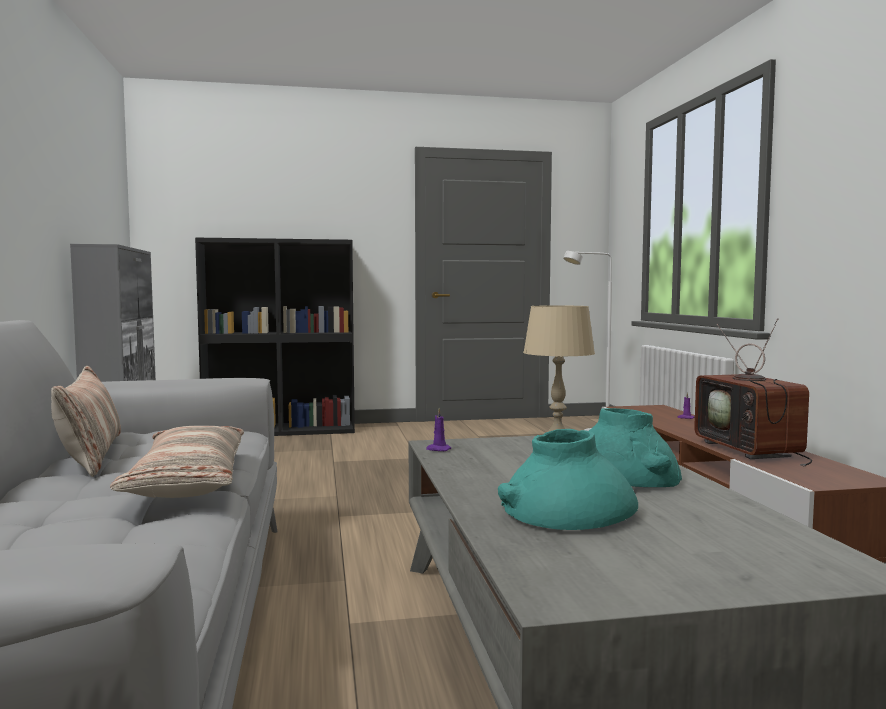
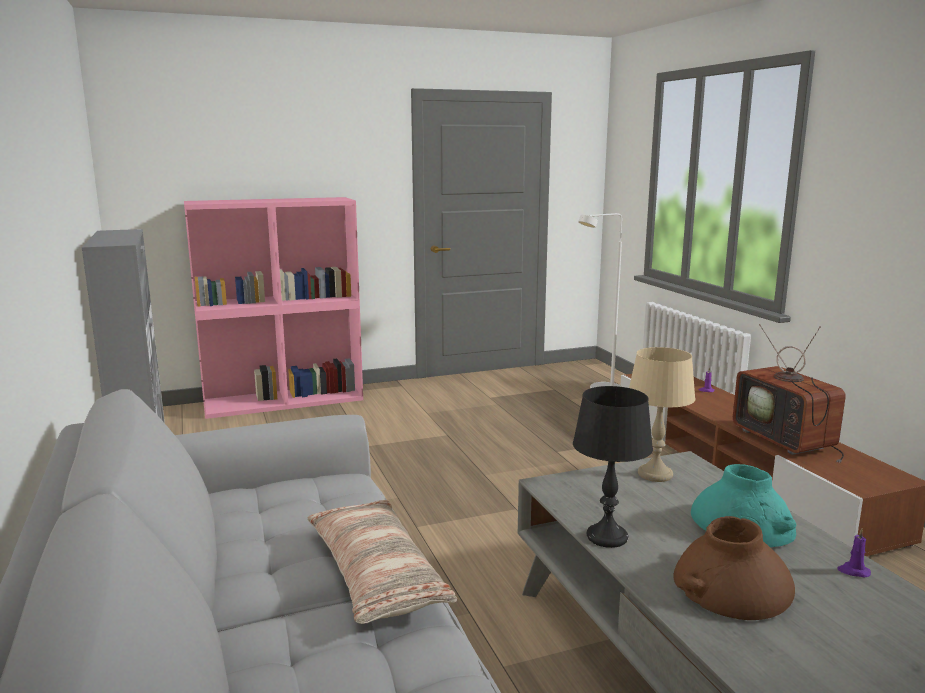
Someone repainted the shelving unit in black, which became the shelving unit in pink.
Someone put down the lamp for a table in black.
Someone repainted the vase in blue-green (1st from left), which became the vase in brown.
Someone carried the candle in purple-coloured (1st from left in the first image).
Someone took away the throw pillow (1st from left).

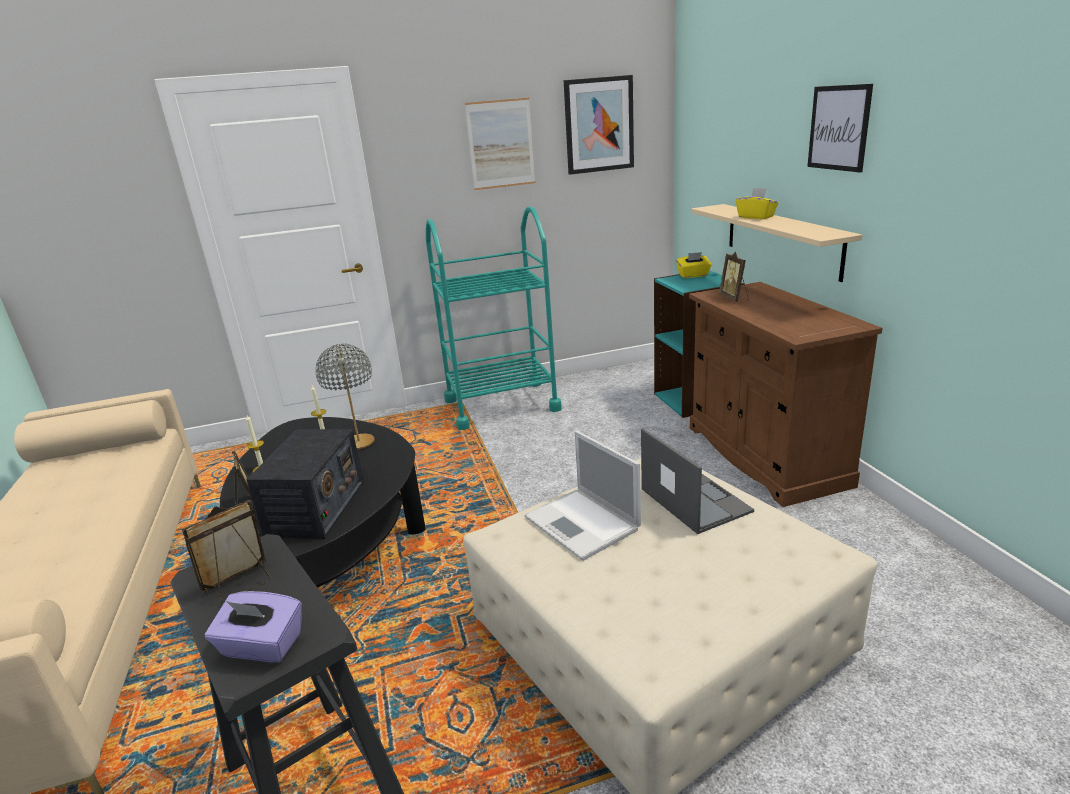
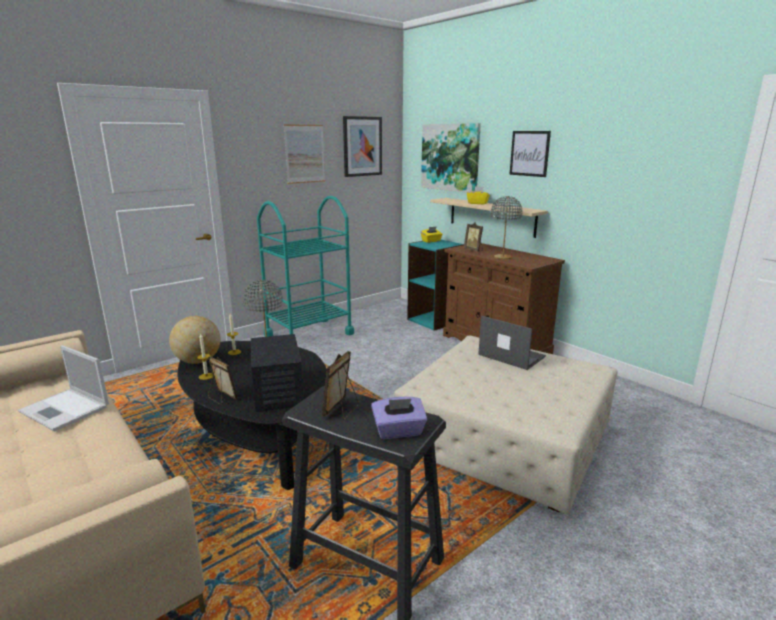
Someone carried the laptop (1st from left).
Someone put down the globe.
Someone put up the wall art (3rd from left).
Someone put down the lamp for a table in gray (2nd from left).

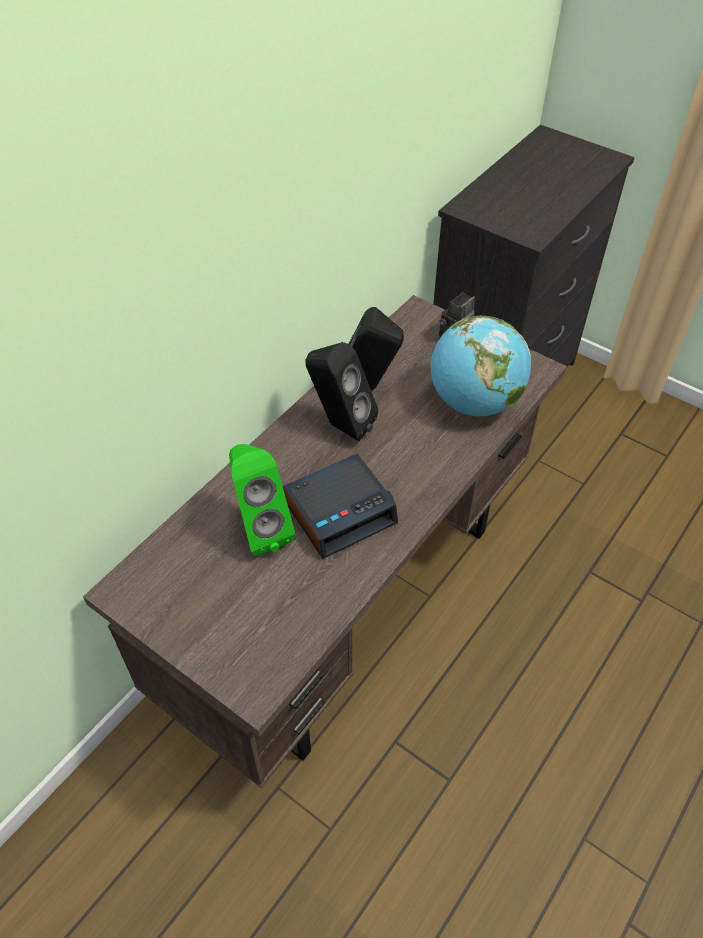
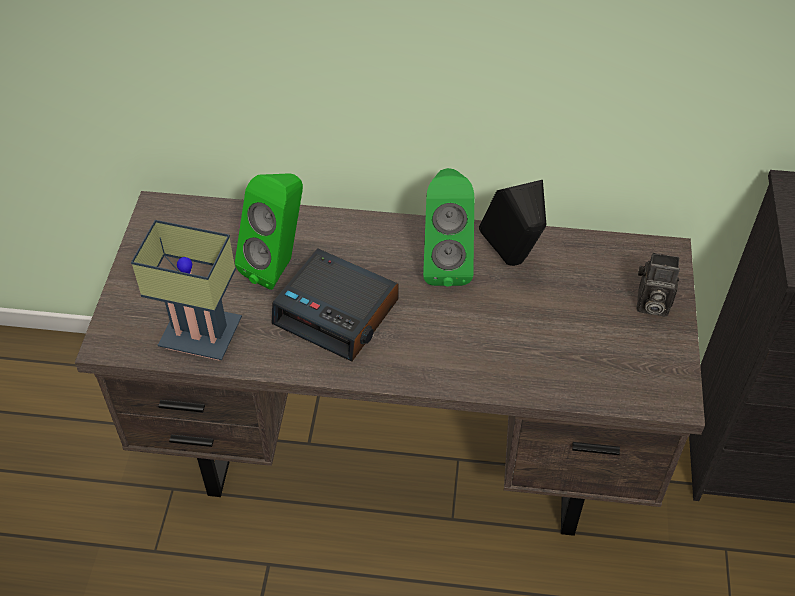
Someone put down the lamp for a table.
Someone repainted the audio speaker in black (1st from left), which became the audio speaker in green-coloured (2nd from left).
Someone took away the globe.

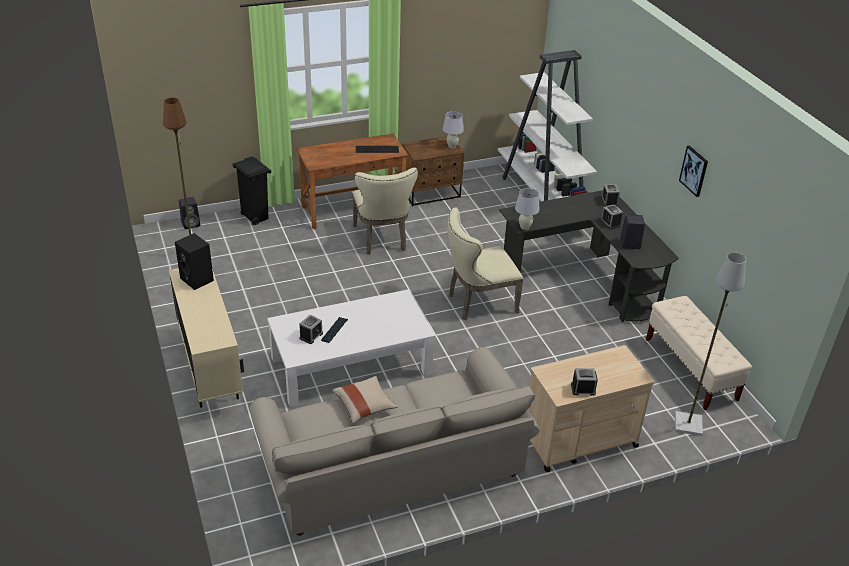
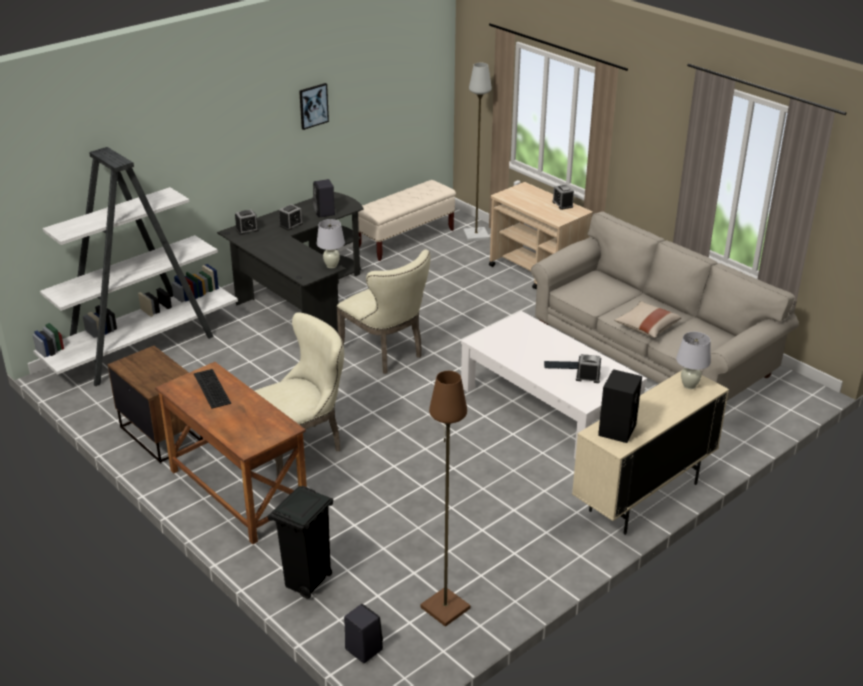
Someone carried the lamp for a table in white-coloured (1st from left in the first image).

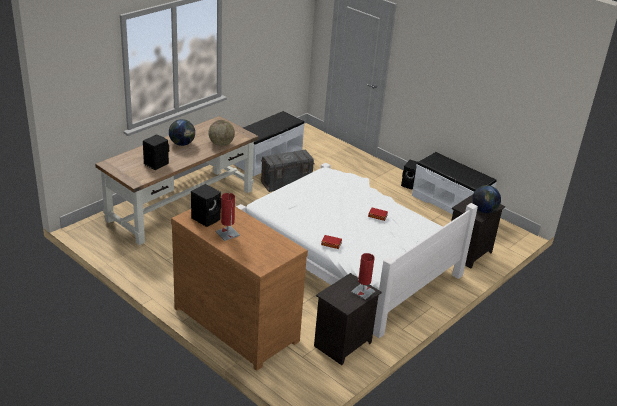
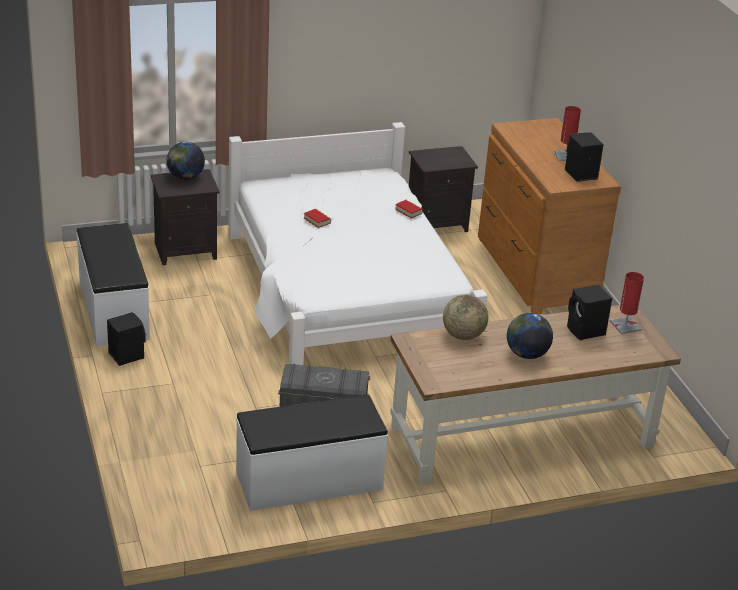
Someone carried the lamp for a table in red (2nd from left).

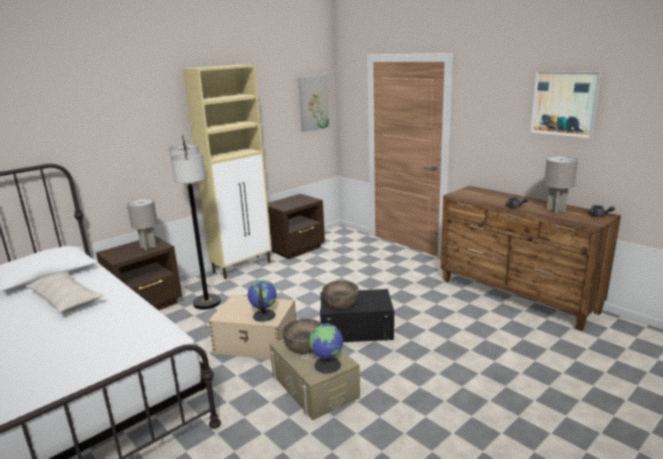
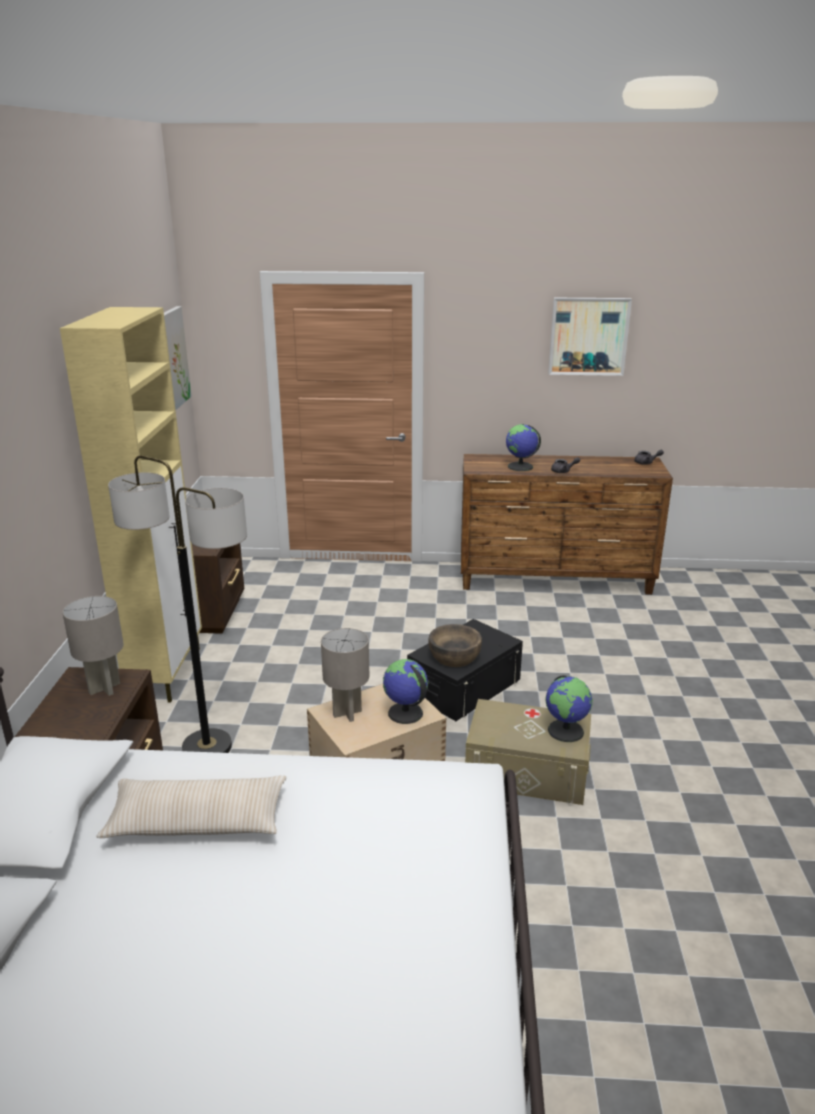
Someone carried the lamp for a table in gray (2nd from left).
Someone put down the globe (2nd from left).
Someone took away the serving bowl in brown (1st from left).

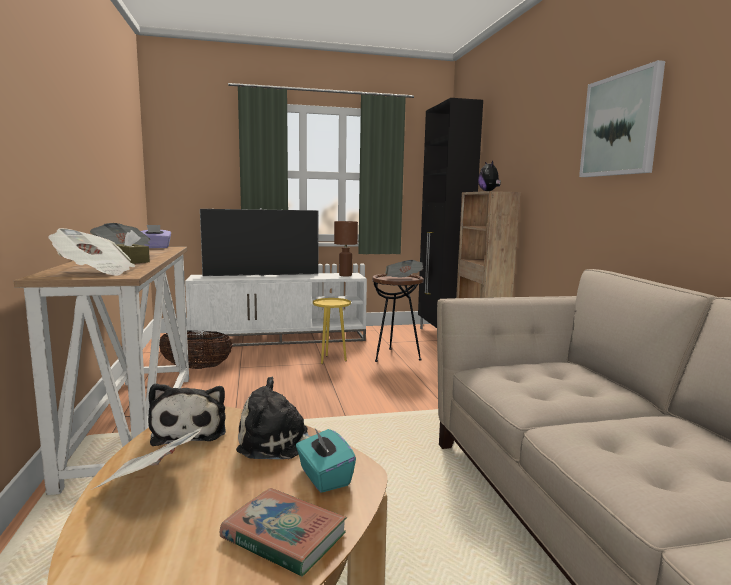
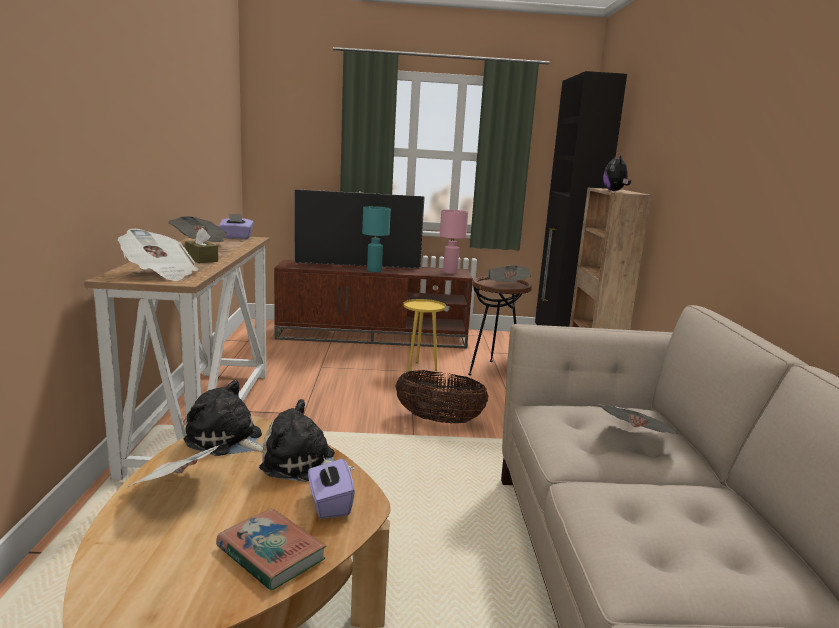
Someone rotated the soft toy (1st from left) by 120 degrees clockwise.
Someone repainted the media console in white-coloured, which became the media console in brown.
Someone repainted the box of tissues in blue-green, which became the box of tissues in purple-coloured (2nd from left).
Someone put down the lamp for a table in blue-green.
Someone carried the basket.
Someone repainted the lamp for a table in brown, which became the lamp for a table in pink.
Someone put down the newspaper (5th from left).
Someone took away the wall art.

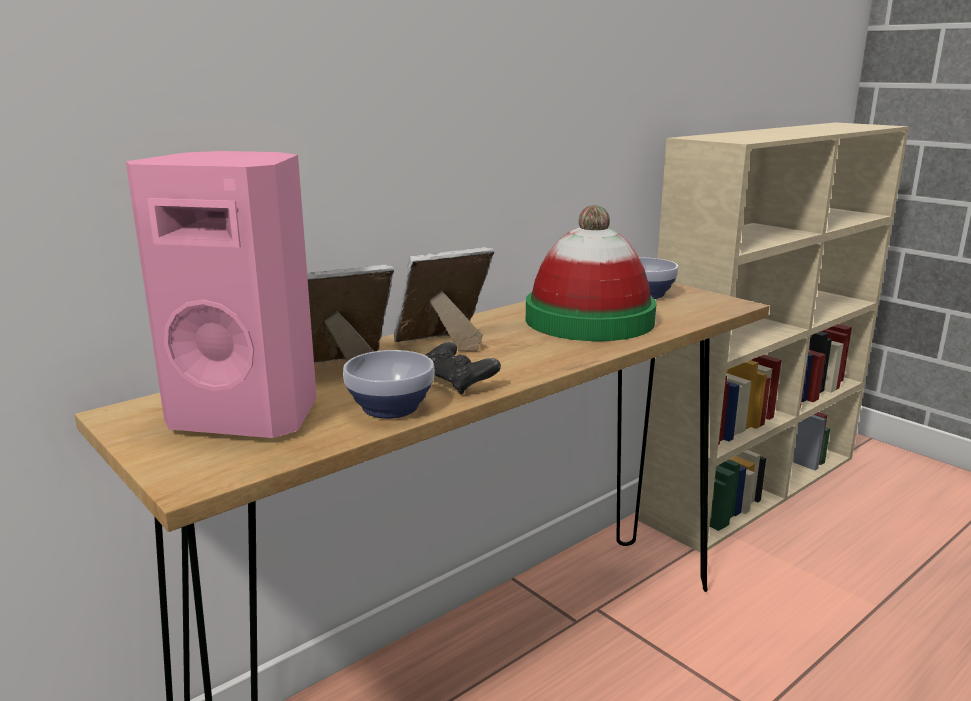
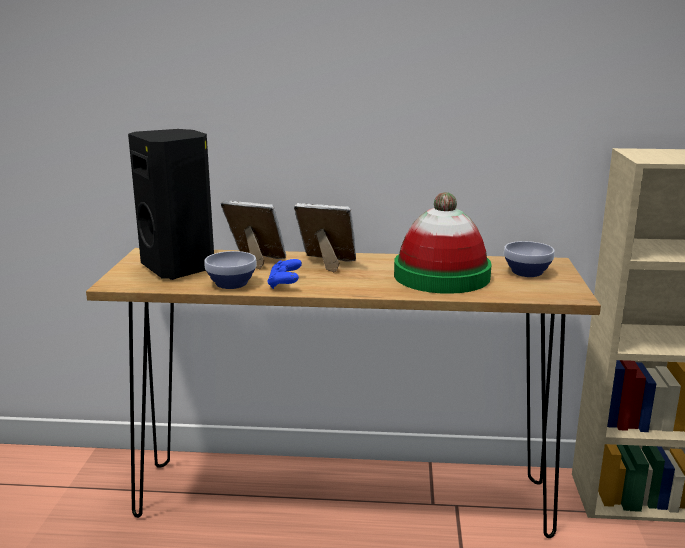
Someone repainted the audio speaker in pink, which became the audio speaker in black.
Someone repainted the game controller in black, which became the game controller in blue.

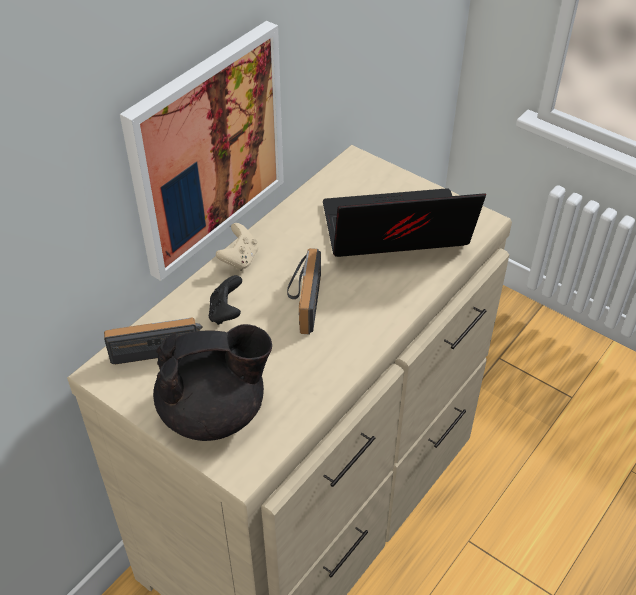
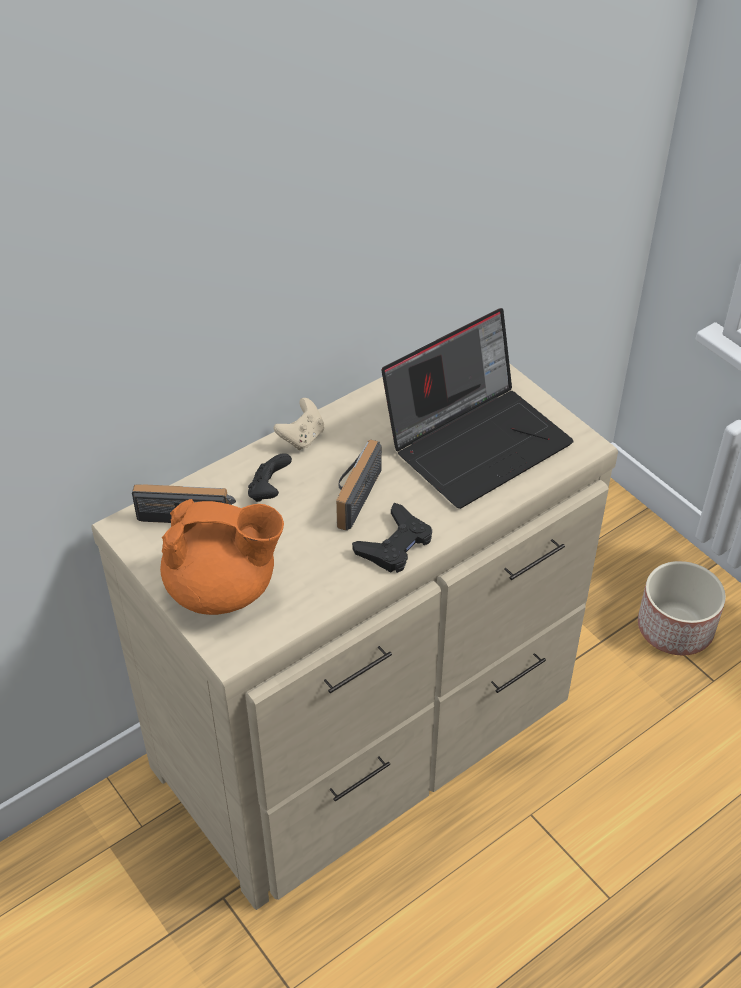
Someone repainted the teapot in black, which became the teapot in orange-coloured.
Someone put down the game controller in black (2nd from left).
Someone rotated the laptop by 135 degrees clockwise.
Someone put down the plant pot.
Someone took away the wall art.

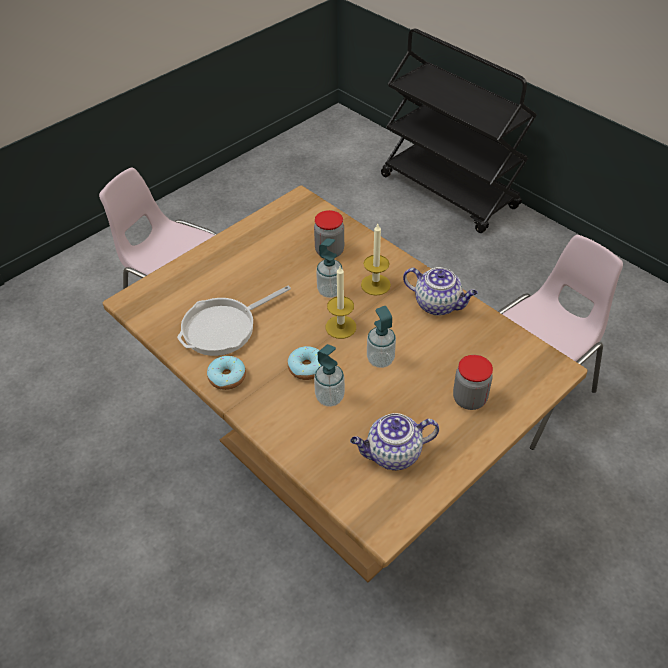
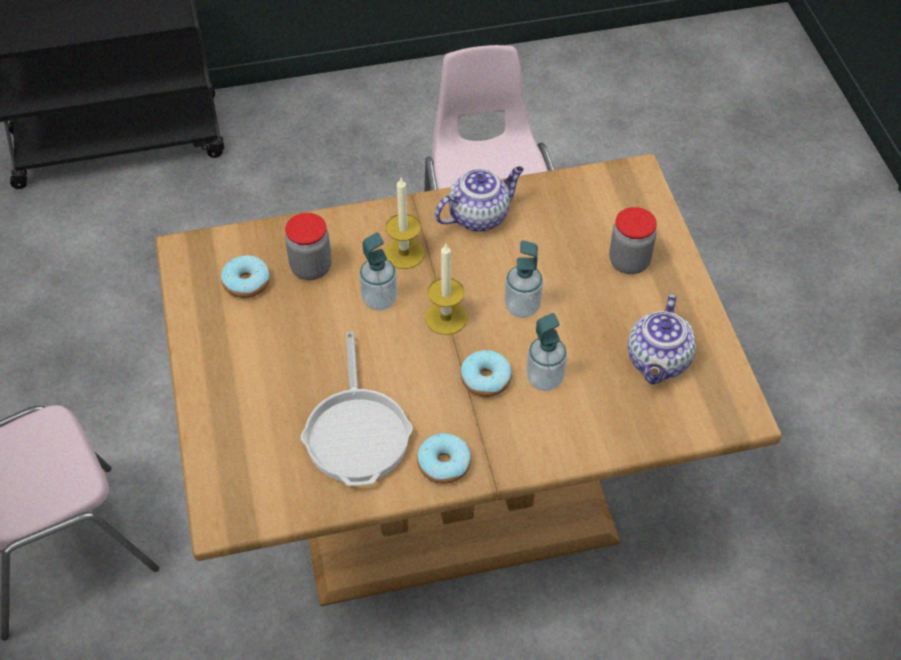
Someone put down the donut (1st from left).

